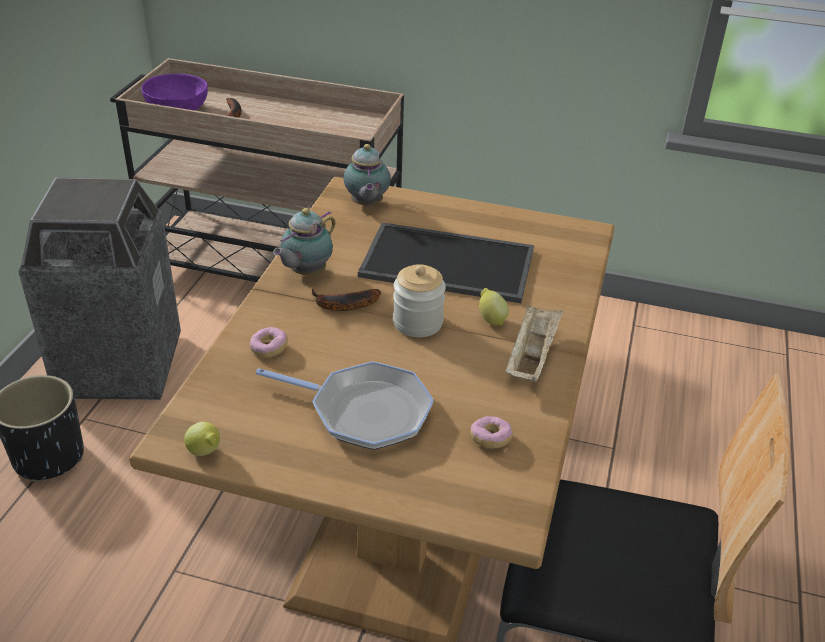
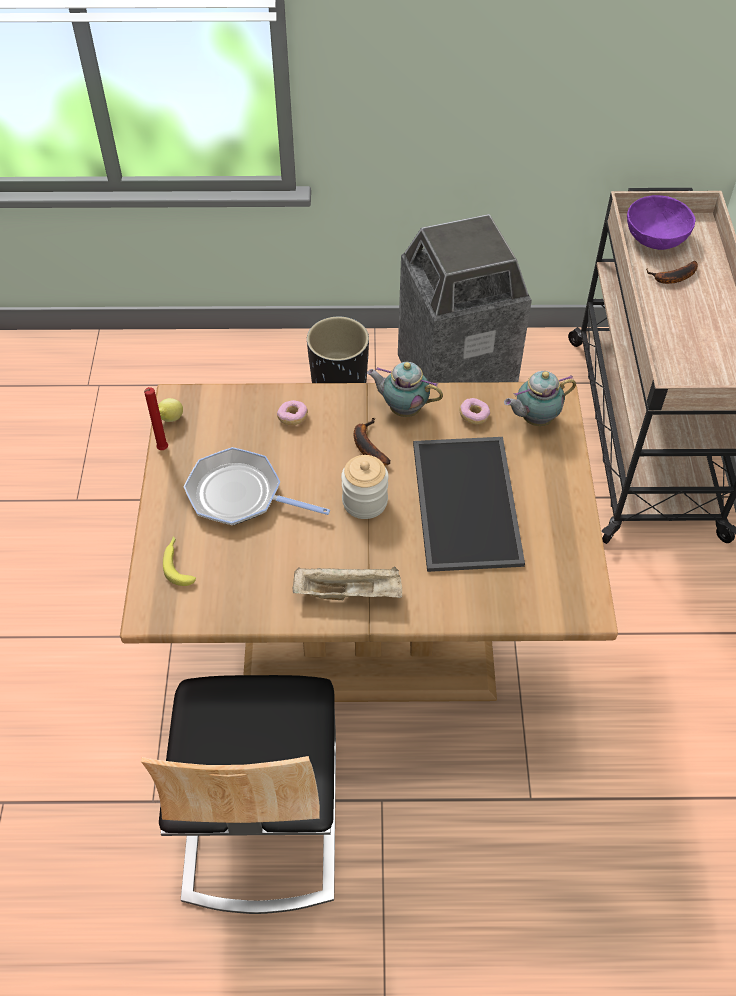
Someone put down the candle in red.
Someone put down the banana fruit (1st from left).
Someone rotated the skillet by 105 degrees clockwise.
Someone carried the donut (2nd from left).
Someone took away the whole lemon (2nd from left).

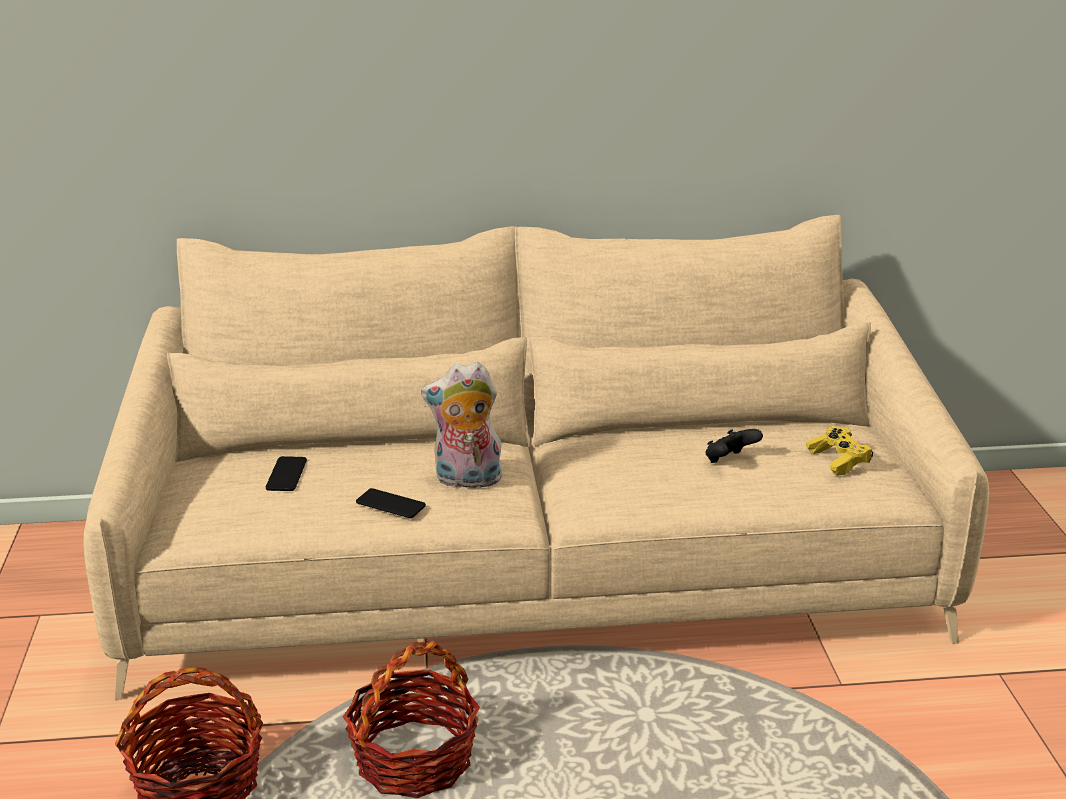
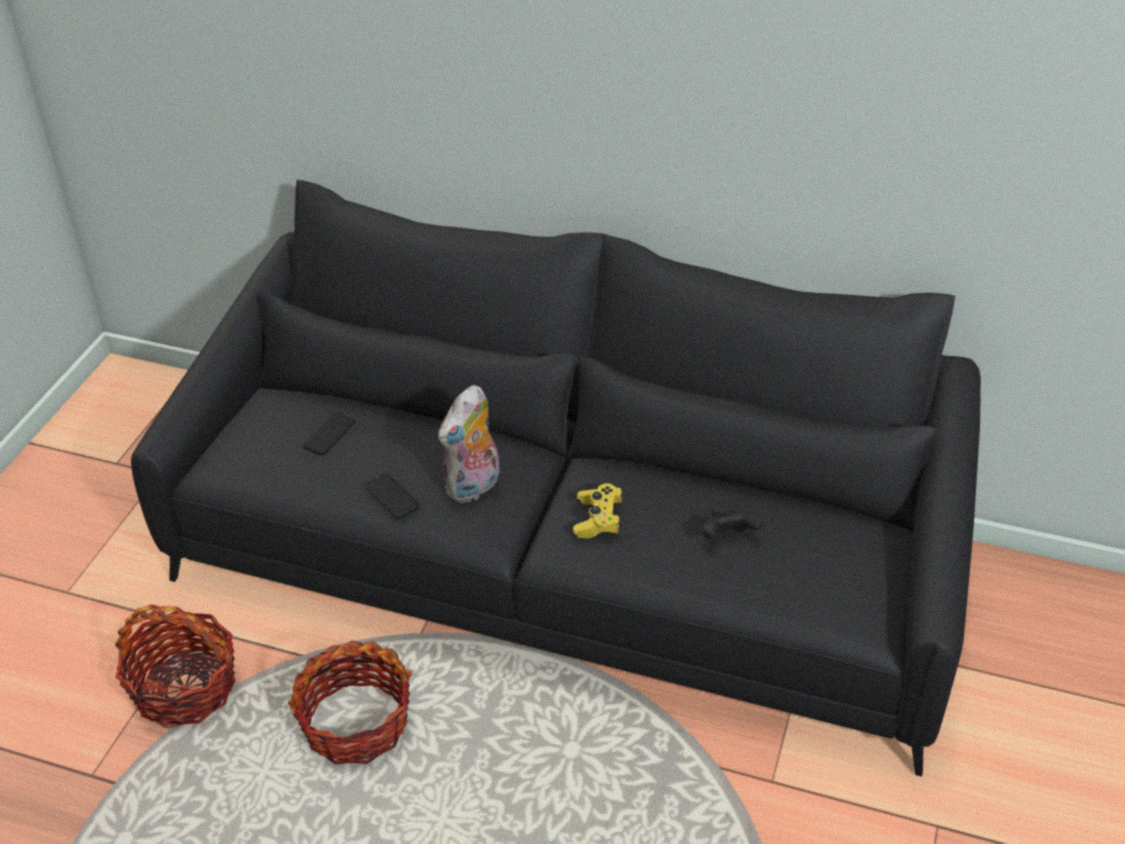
Someone repainted the settee in sand-coloured, which became the settee in black.
Someone rotated the soft toy by 75 degrees counterclockwise.
Someone carried the game controller in yellow.

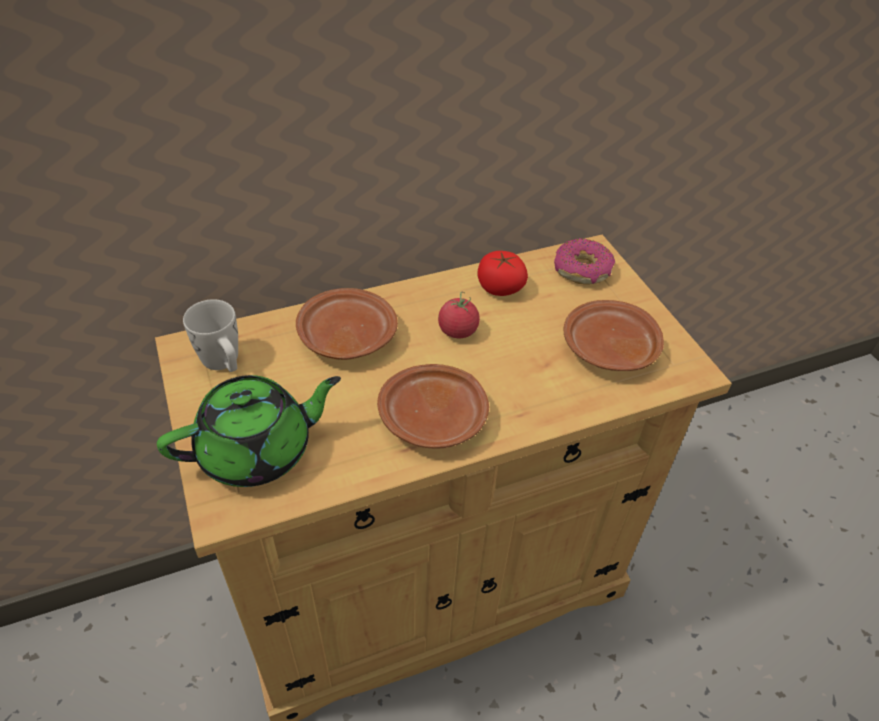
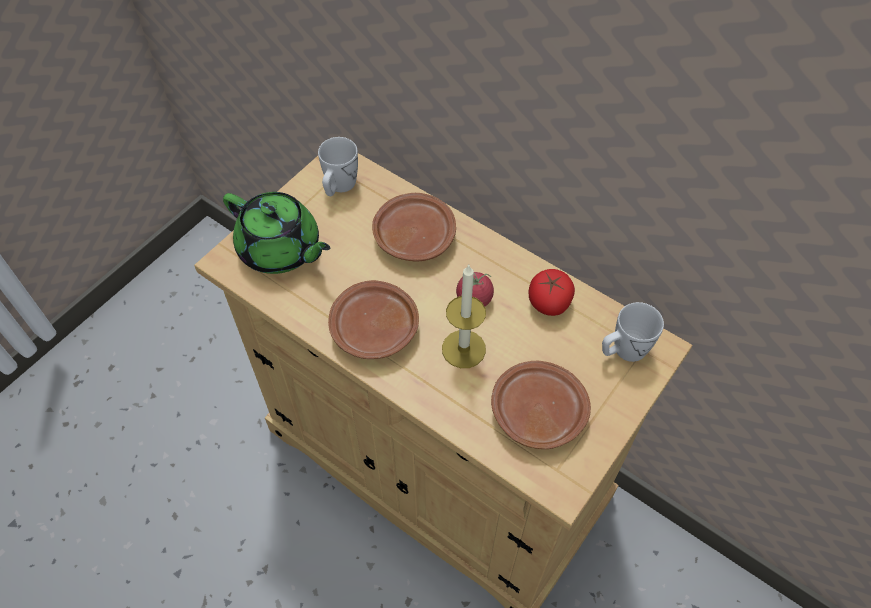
Someone put down the candle.
Someone swapped the donut for the mug in white-coloured (2nd from left).

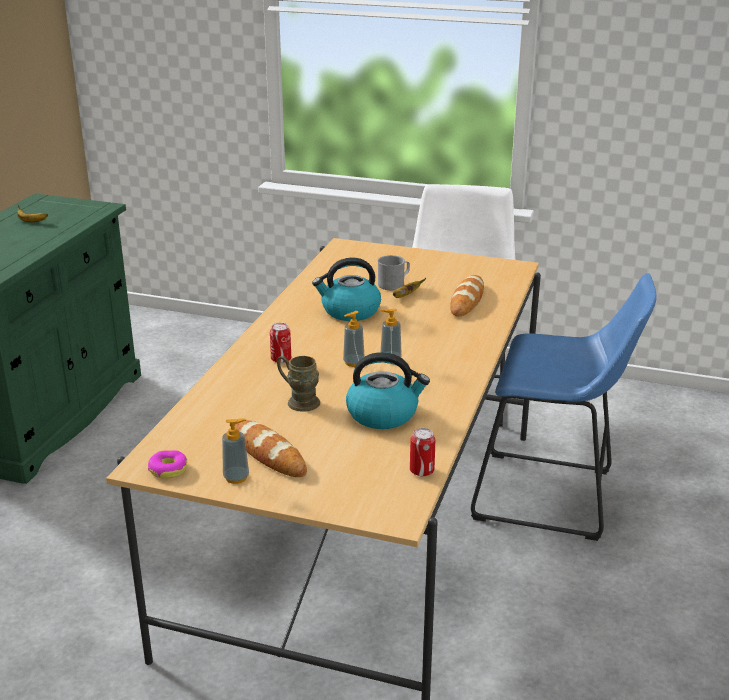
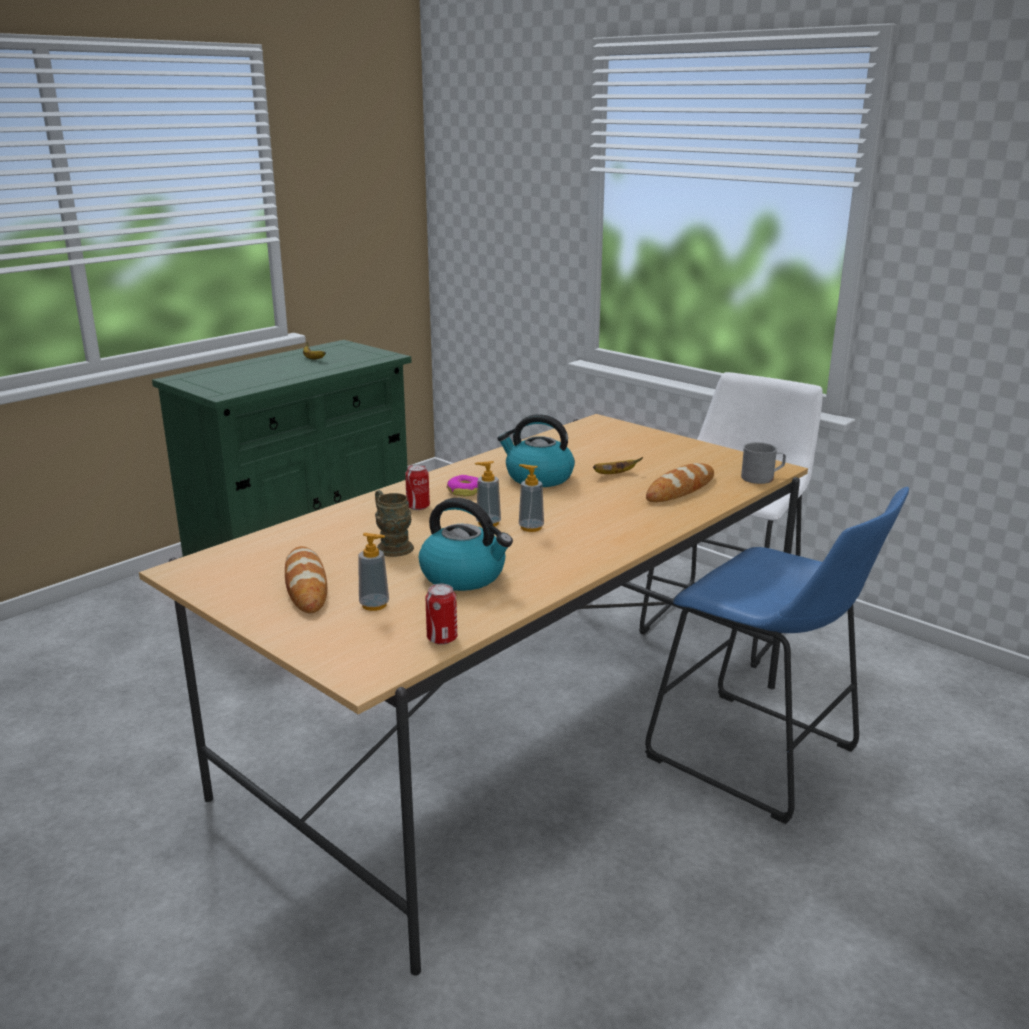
Someone carried the liquid soap bottle (1st from left).
Someone carried the donut.
Someone carried the mug in gray.

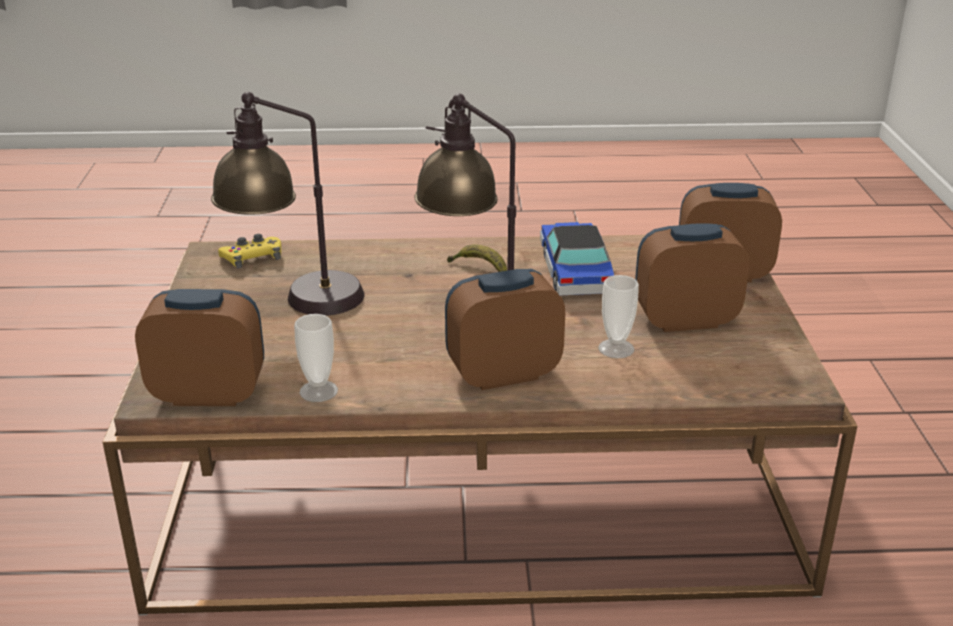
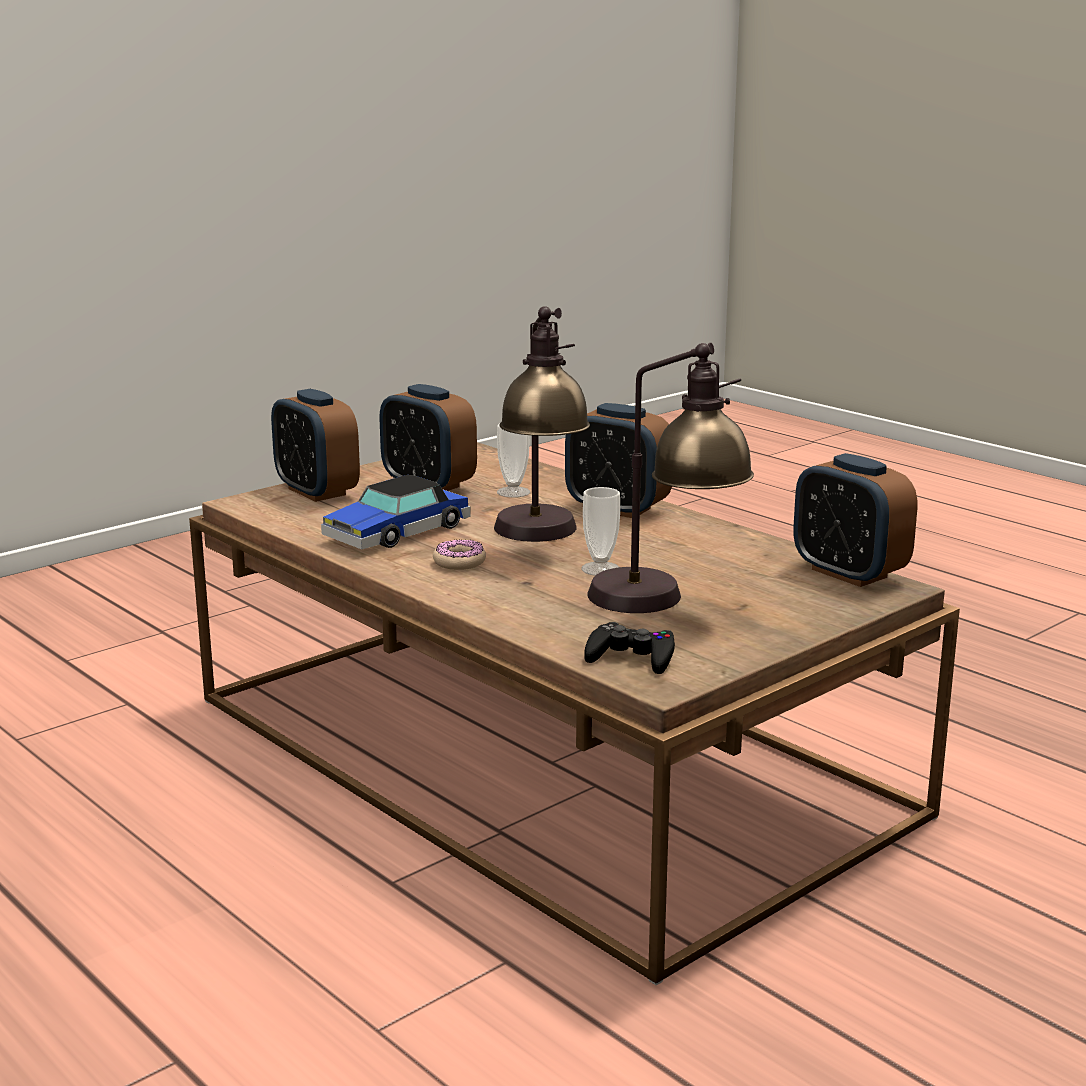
Someone swapped the banana fruit for the donut.
Someone carried the small cup (1st from left in the first image).
Someone repainted the game controller in yellow, which became the game controller in black.

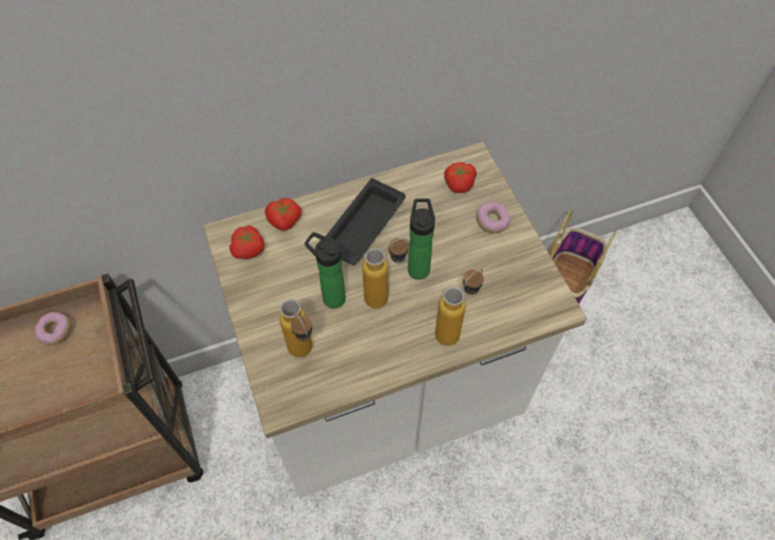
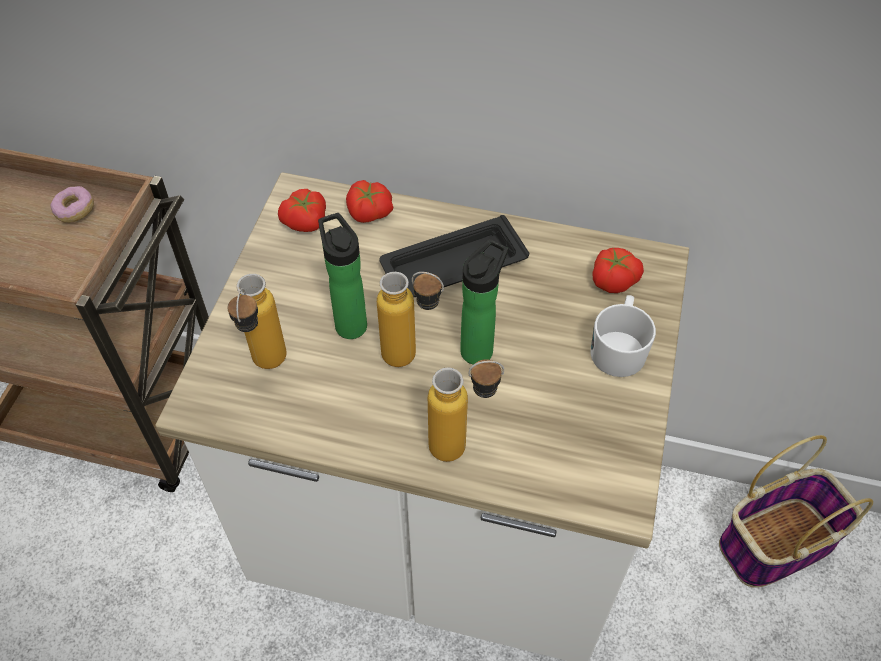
Someone swapped the donut (2nd from left) for the mug in white-coloured.

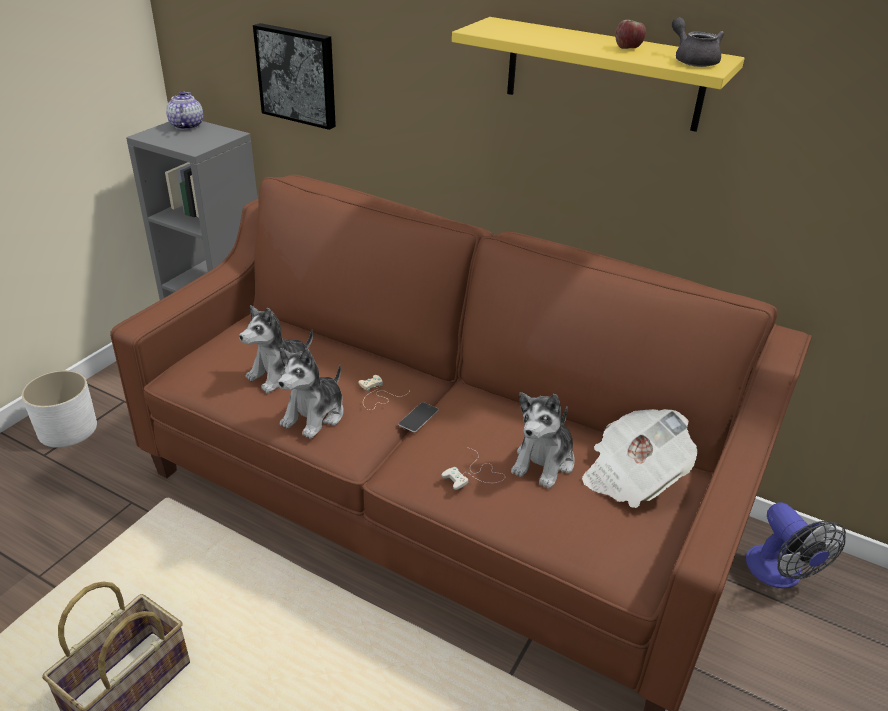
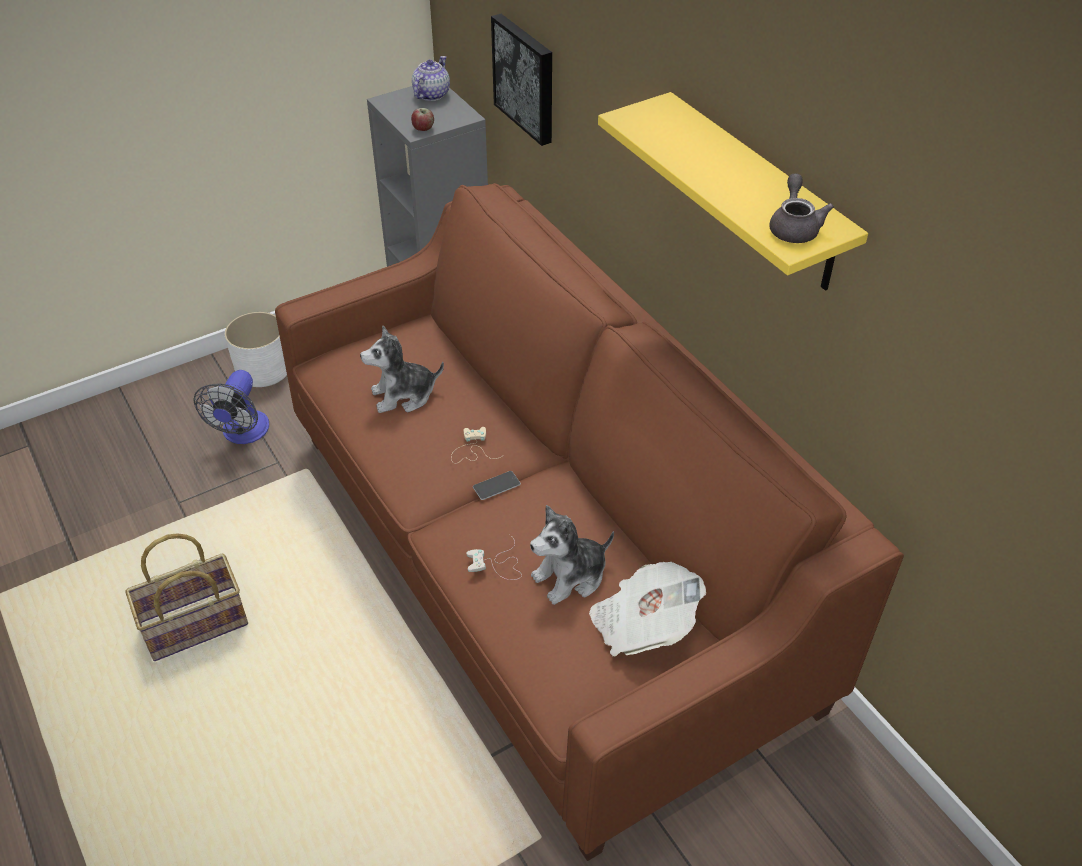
Someone carried the electric fan.
Someone carried the apple.
Someone took away the soft toy (2nd from left).

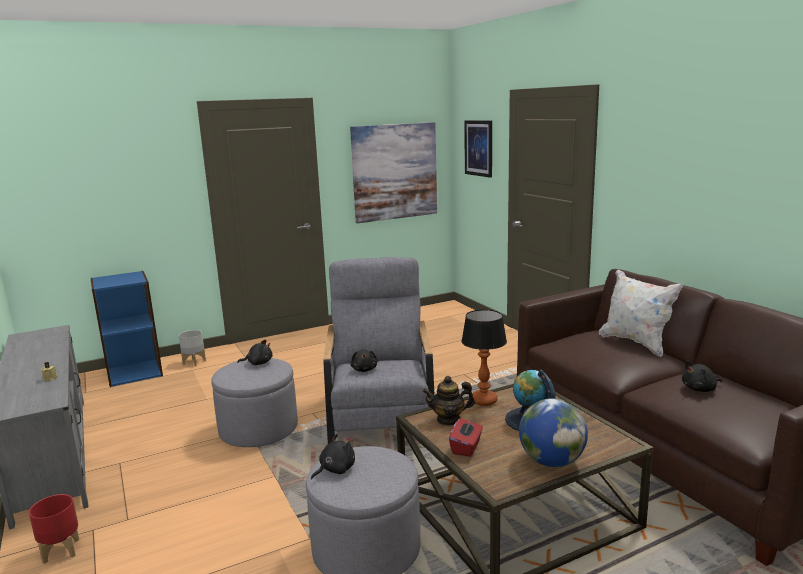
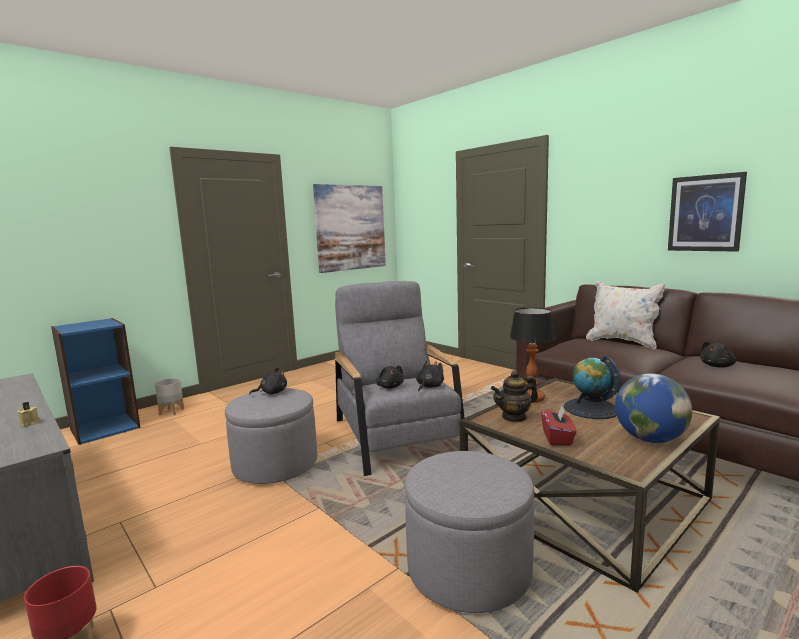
Someone carried the soft toy in black (2nd from left in the first image).
Someone carried the wall art (2nd from left).

